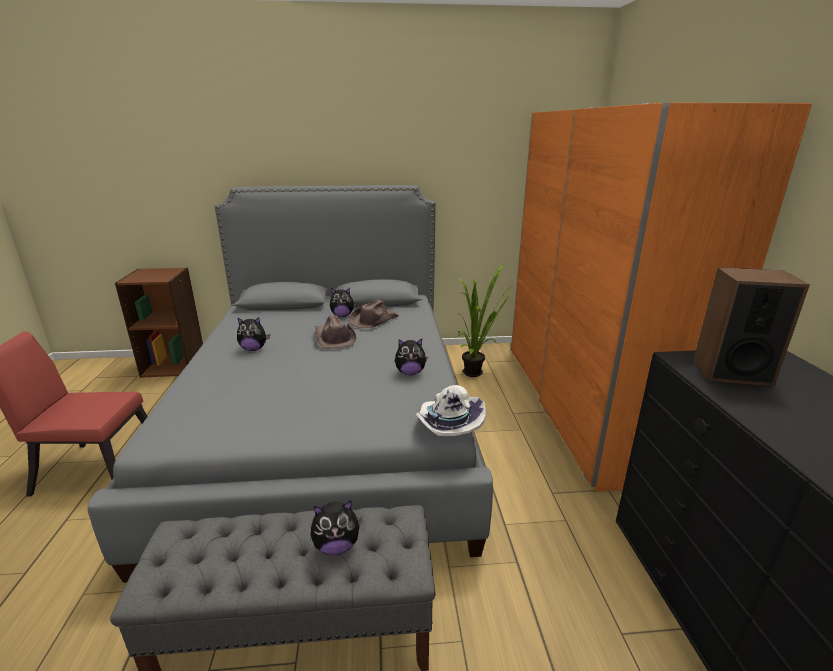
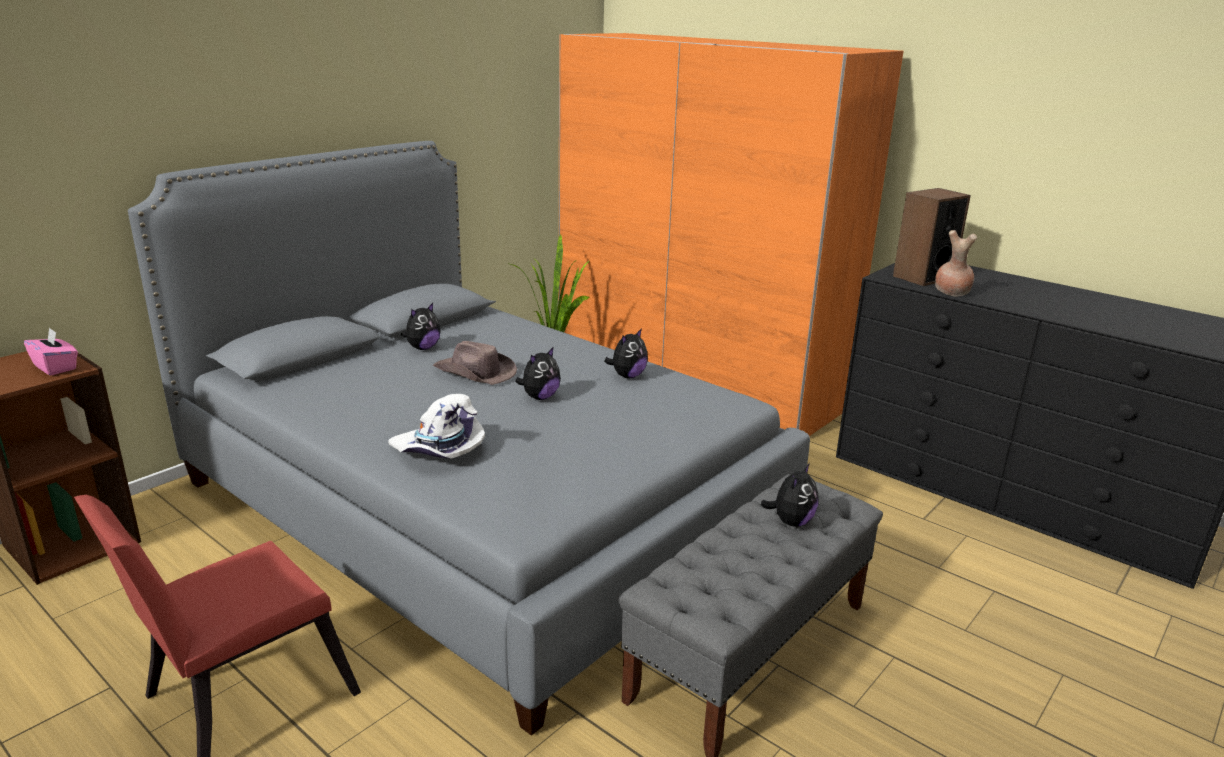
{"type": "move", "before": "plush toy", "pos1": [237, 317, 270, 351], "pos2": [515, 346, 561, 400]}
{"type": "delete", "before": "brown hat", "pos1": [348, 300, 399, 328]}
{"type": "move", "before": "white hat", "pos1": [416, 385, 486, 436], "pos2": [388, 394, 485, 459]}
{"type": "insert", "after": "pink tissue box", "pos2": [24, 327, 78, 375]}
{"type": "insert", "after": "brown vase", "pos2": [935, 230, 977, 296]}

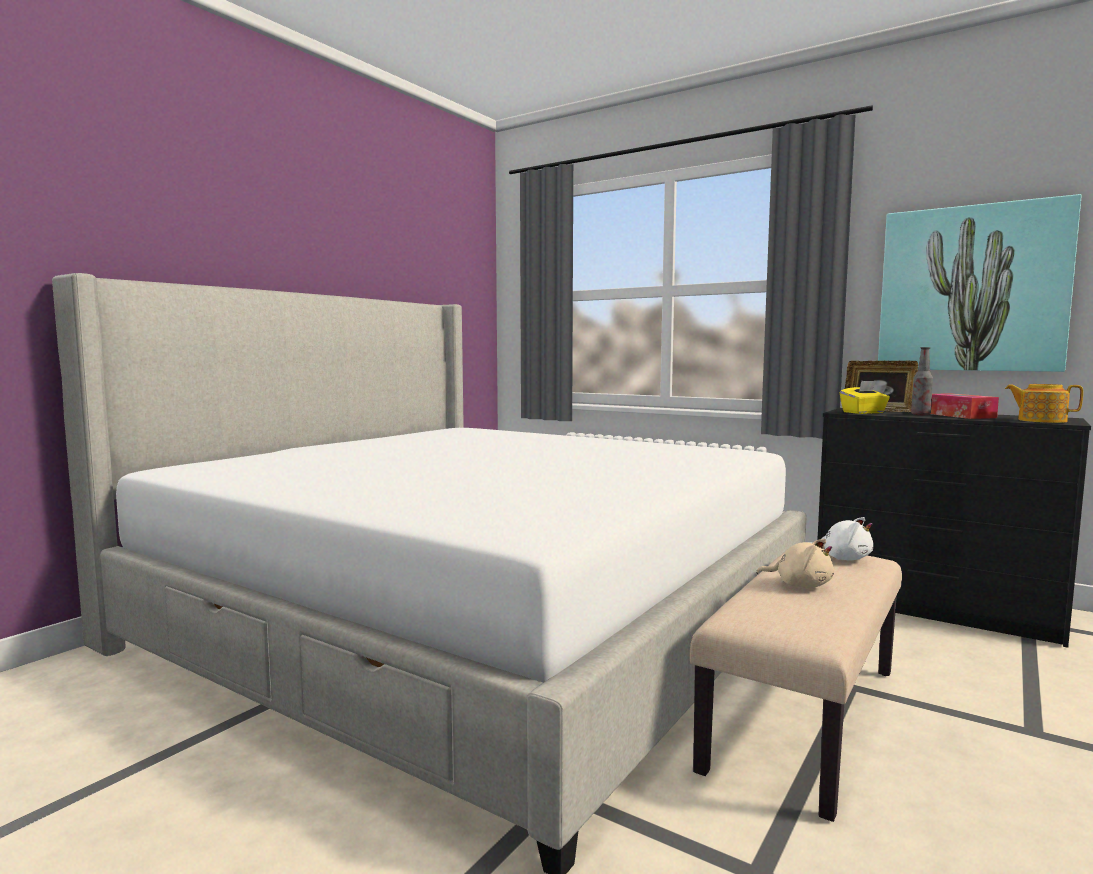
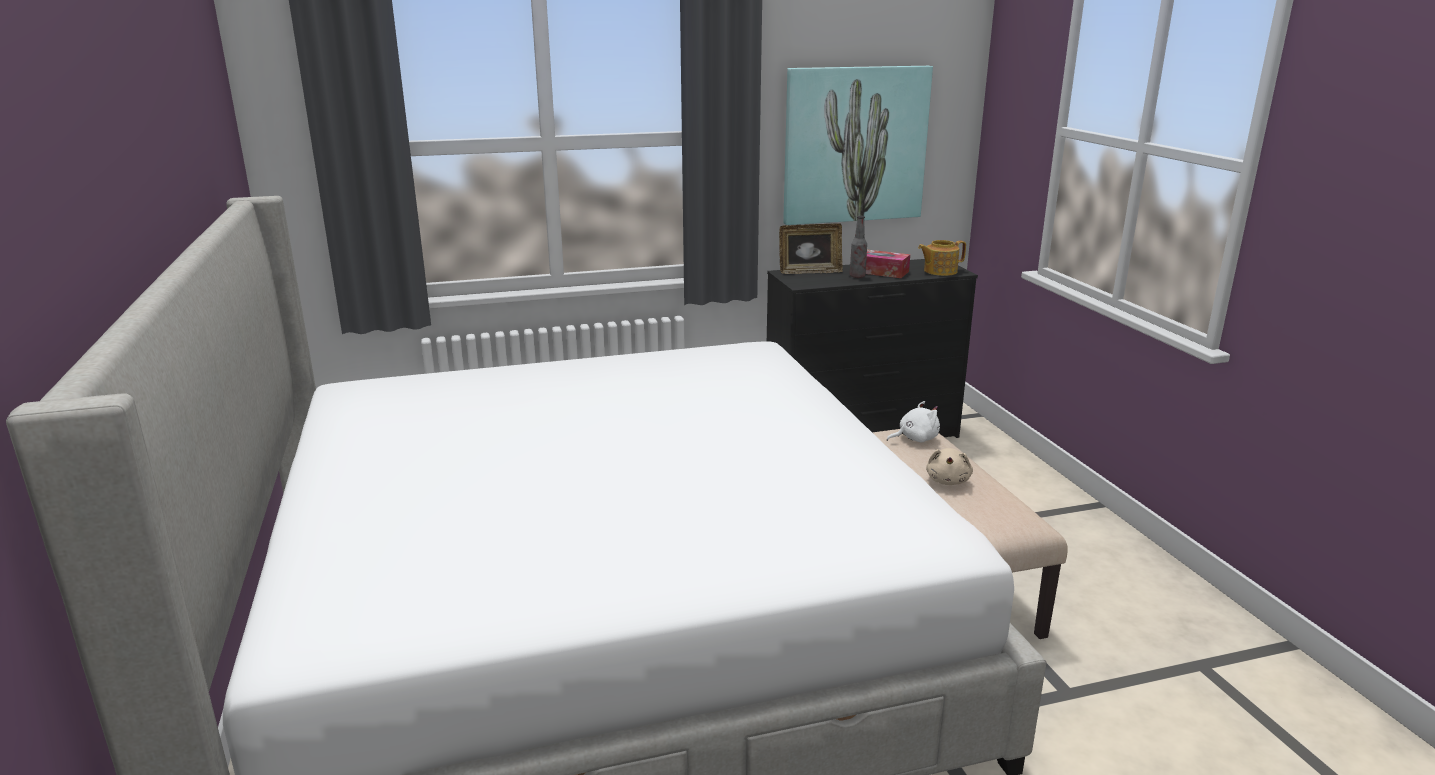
{"type": "rotate", "before": "beige plush toy", "pos1": [756, 539, 834, 588], "pos2": [926, 448, 973, 485], "turn": 120}
{"type": "delete", "before": "yellow tissue box", "pos1": [840, 381, 890, 414]}

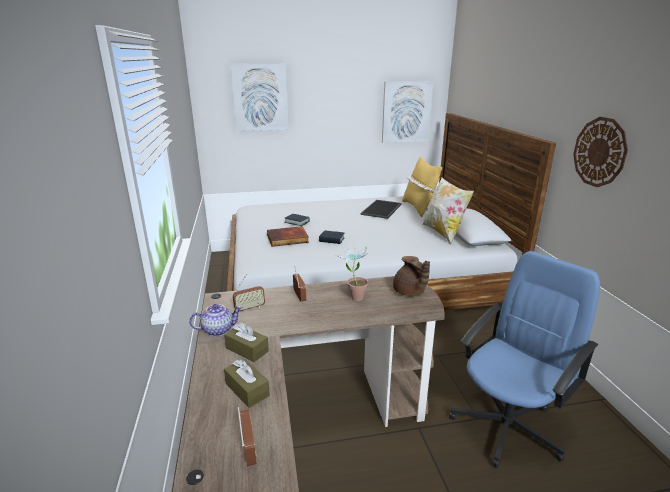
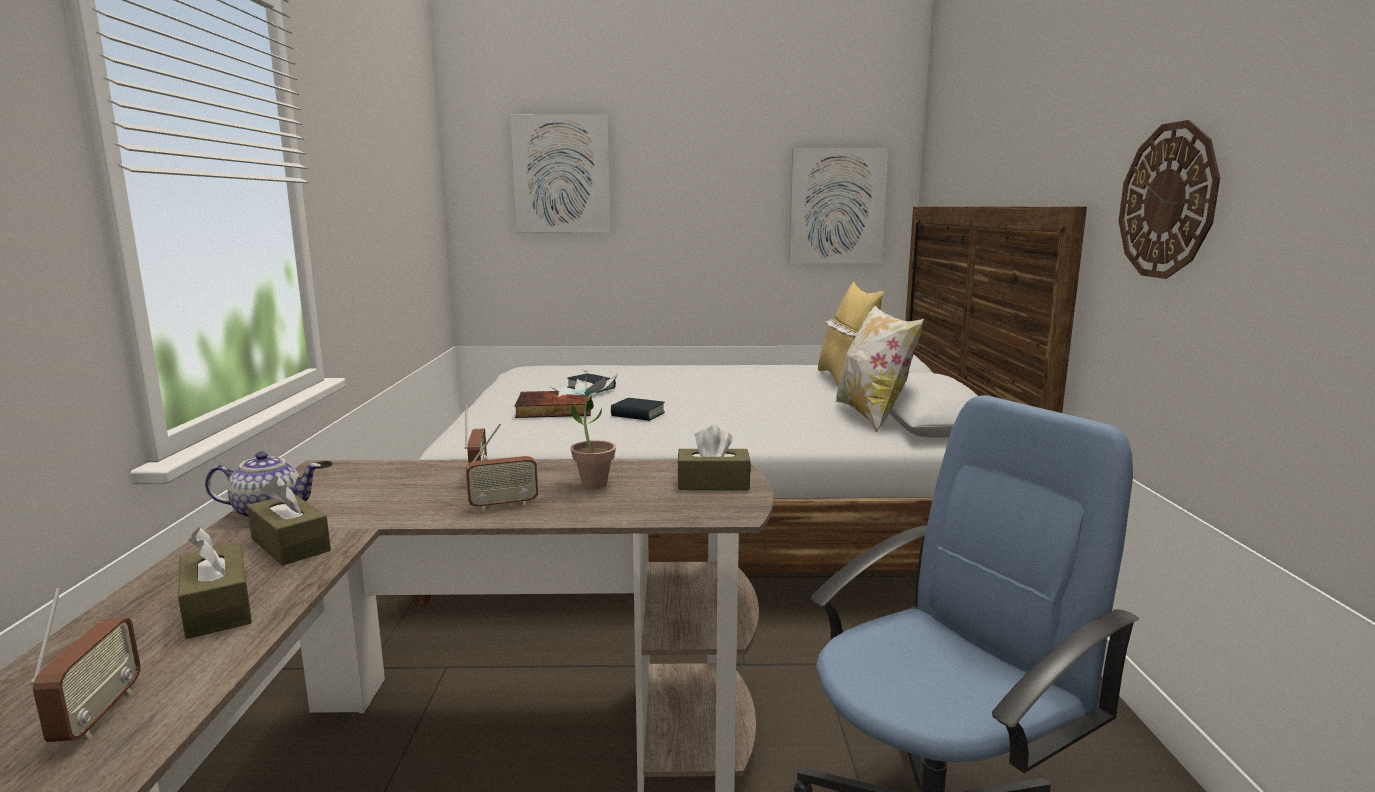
{"type": "move", "before": "radio", "pos1": [233, 274, 265, 313], "pos2": [466, 424, 538, 511]}
{"type": "delete", "before": "tray", "pos1": [361, 200, 402, 219]}
{"type": "replace", "before": "brown teapot", "after": "brown tissue box", "pos1": [393, 256, 430, 296], "pos2": [677, 425, 751, 490]}

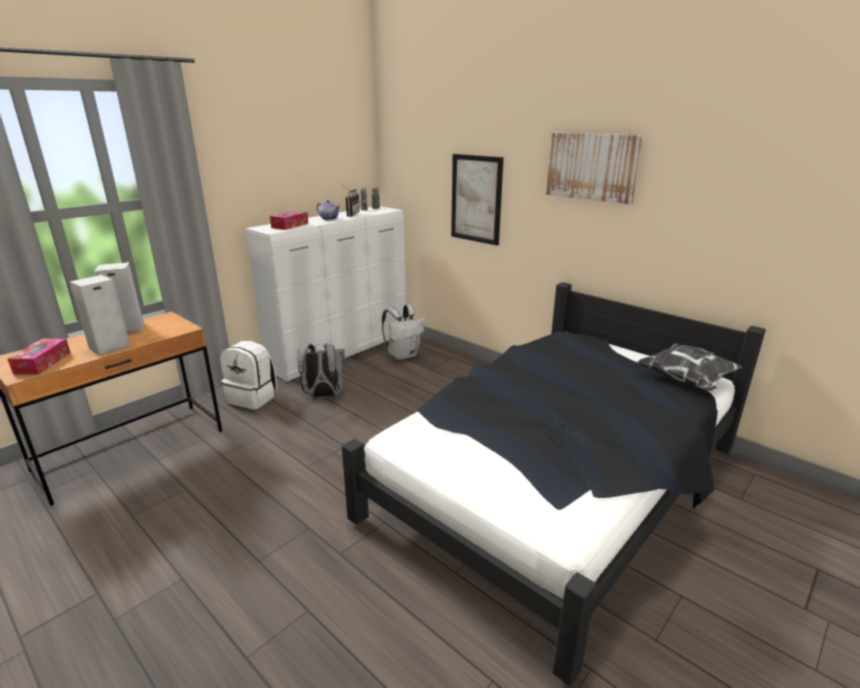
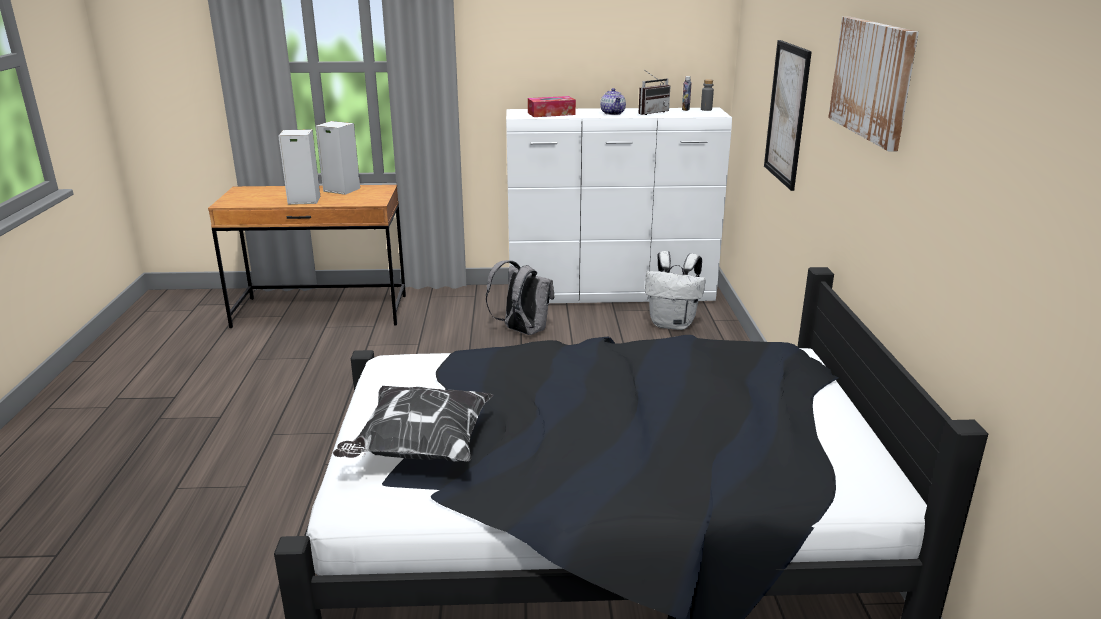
{"type": "delete", "before": "tissue box", "pos1": [7, 339, 71, 375]}
{"type": "delete", "before": "white backpack", "pos1": [220, 341, 277, 410]}
{"type": "move", "before": "pillow", "pos1": [637, 343, 743, 391], "pos2": [333, 386, 493, 462]}

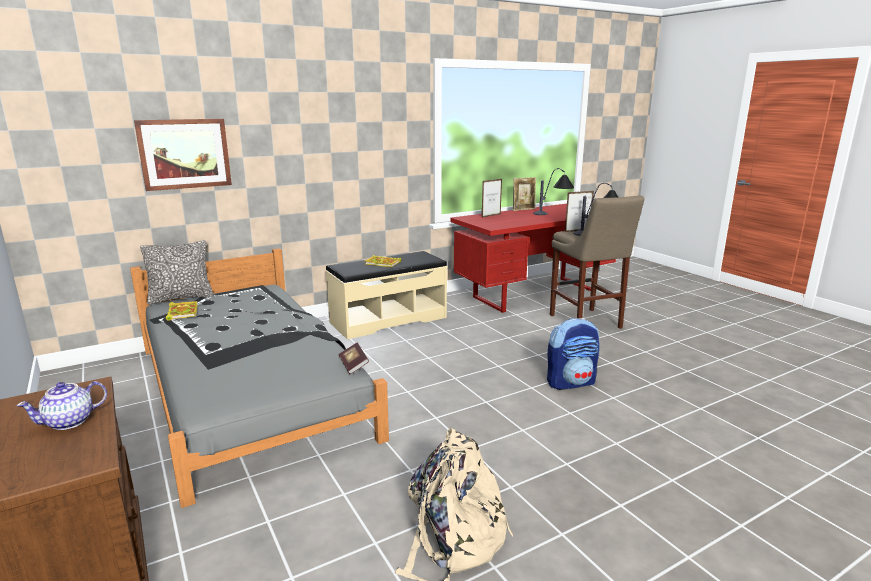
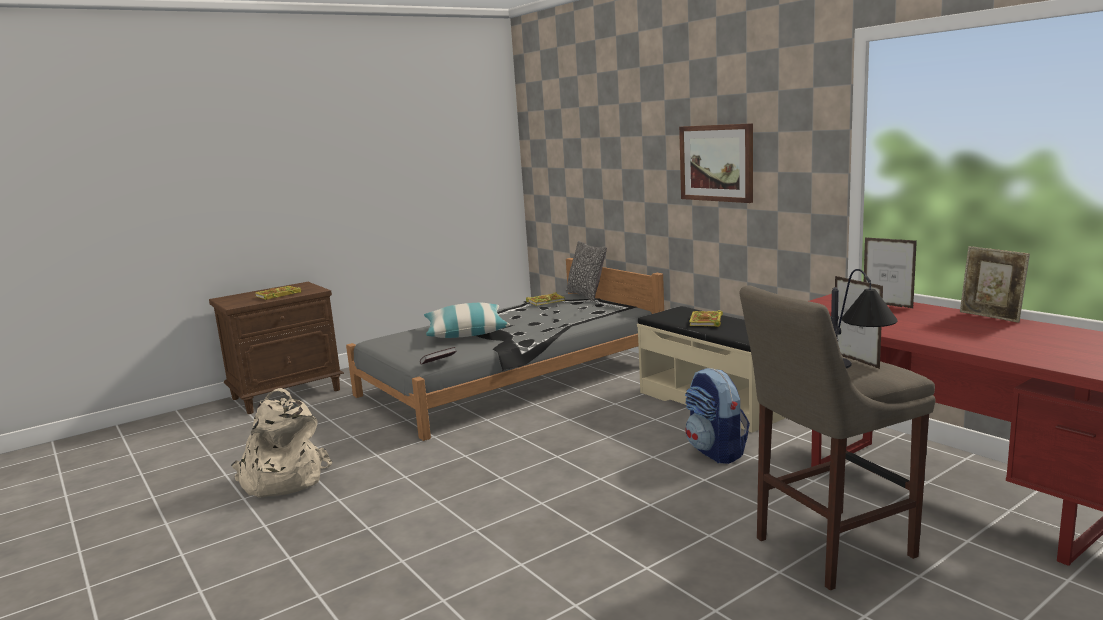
{"type": "replace", "before": "teapot", "after": "book", "pos1": [16, 381, 107, 430], "pos2": [255, 286, 301, 300]}
{"type": "move", "before": "picture", "pos1": [134, 119, 232, 191], "pos2": [679, 123, 753, 203]}
{"type": "delete", "before": "table lamp", "pos1": [533, 168, 574, 215]}
{"type": "move", "before": "backpack", "pos1": [547, 318, 599, 390], "pos2": [685, 368, 750, 464]}
{"type": "insert", "after": "pillow", "pos2": [424, 303, 509, 338]}

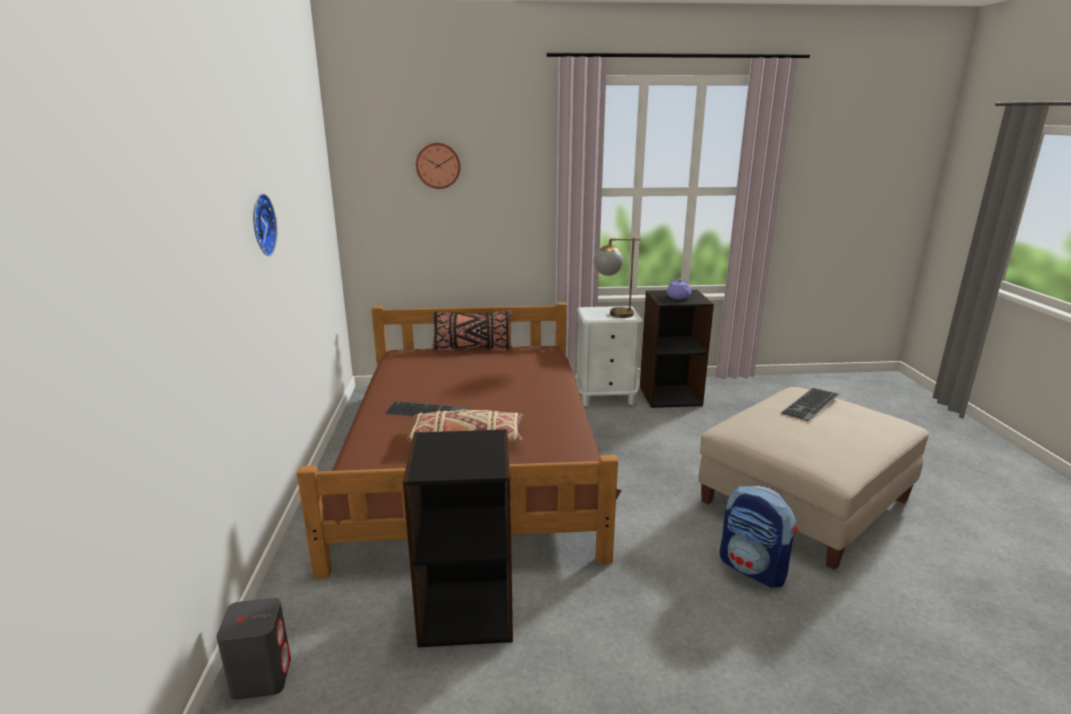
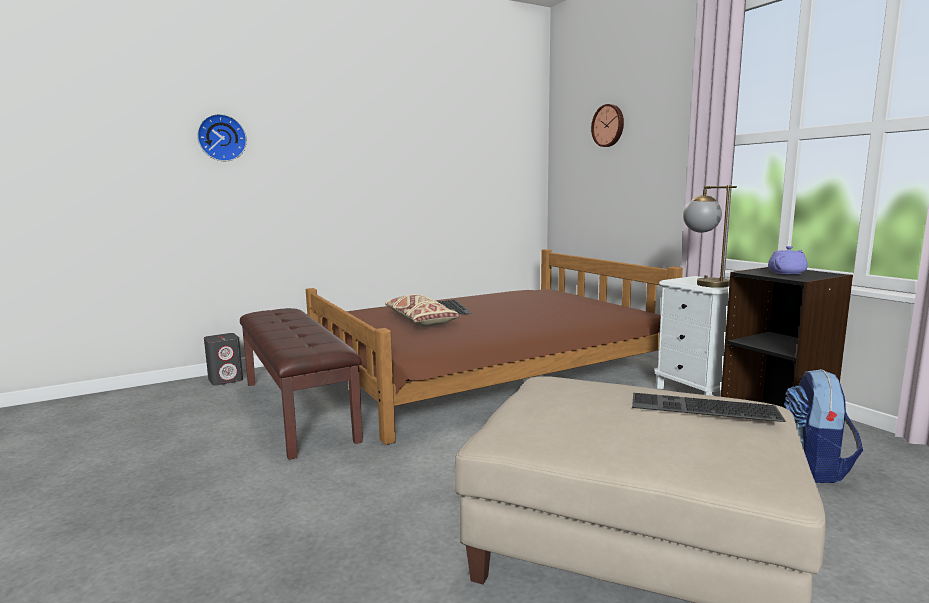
{"type": "move", "before": "wall clock", "pos1": [253, 193, 277, 256], "pos2": [197, 114, 247, 161]}
{"type": "replace", "before": "black bookcase", "after": "brown bench", "pos1": [403, 429, 513, 648], "pos2": [240, 308, 363, 460]}
{"type": "delete", "before": "black pillow", "pos1": [431, 310, 512, 350]}
{"type": "move", "before": "backpack", "pos1": [720, 486, 798, 588], "pos2": [784, 369, 863, 483]}

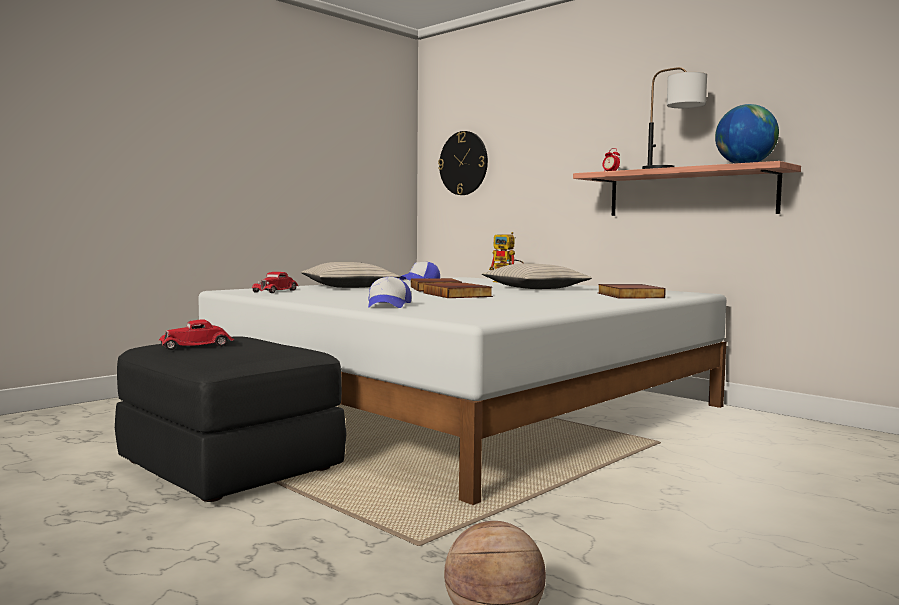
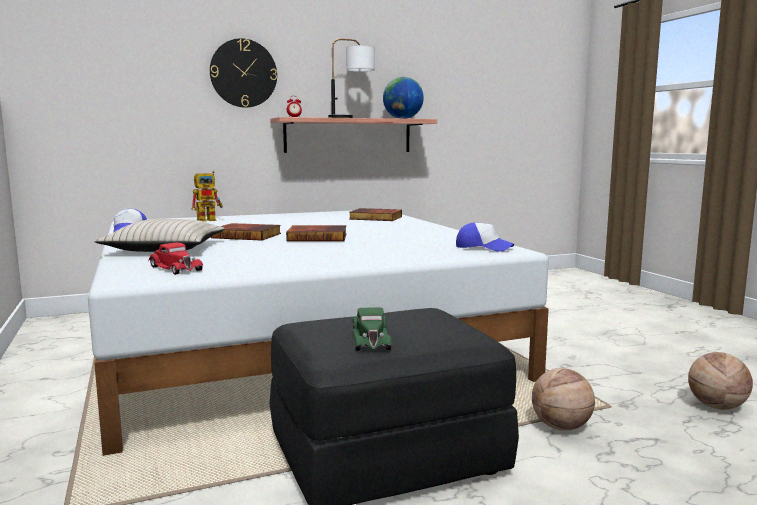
{"type": "recolor", "before": "red toy car", "after": "green toy car", "pos1": [159, 319, 234, 350], "pos2": [353, 307, 392, 351]}
{"type": "move", "before": "cap", "pos1": [368, 277, 411, 308], "pos2": [456, 222, 514, 252]}
{"type": "move", "before": "wall clock", "pos1": [438, 131, 488, 195], "pos2": [210, 38, 277, 108]}
{"type": "delete", "before": "beige pillow", "pos1": [482, 264, 592, 289]}
{"type": "insert", "after": "basketball", "pos2": [532, 368, 595, 431]}

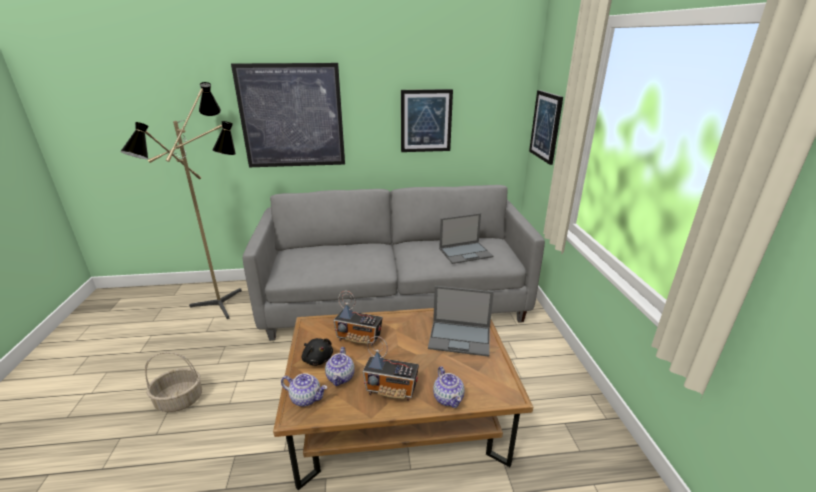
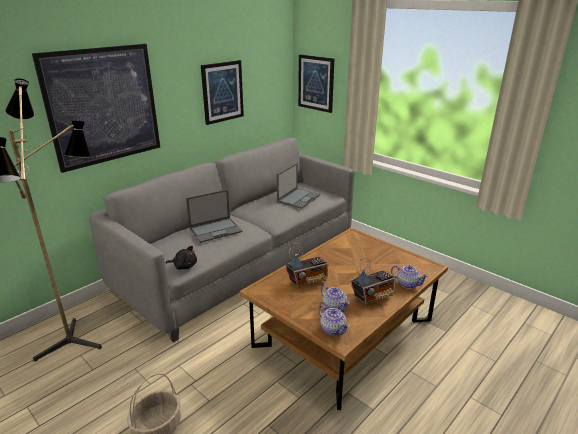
{"type": "rotate", "before": "teapot", "pos1": [281, 373, 327, 407], "pos2": [318, 305, 350, 335], "turn": 75}
{"type": "move", "before": "black plush toy", "pos1": [302, 338, 333, 366], "pos2": [165, 246, 197, 270]}
{"type": "move", "before": "laptop", "pos1": [428, 286, 494, 357], "pos2": [186, 189, 242, 243]}

